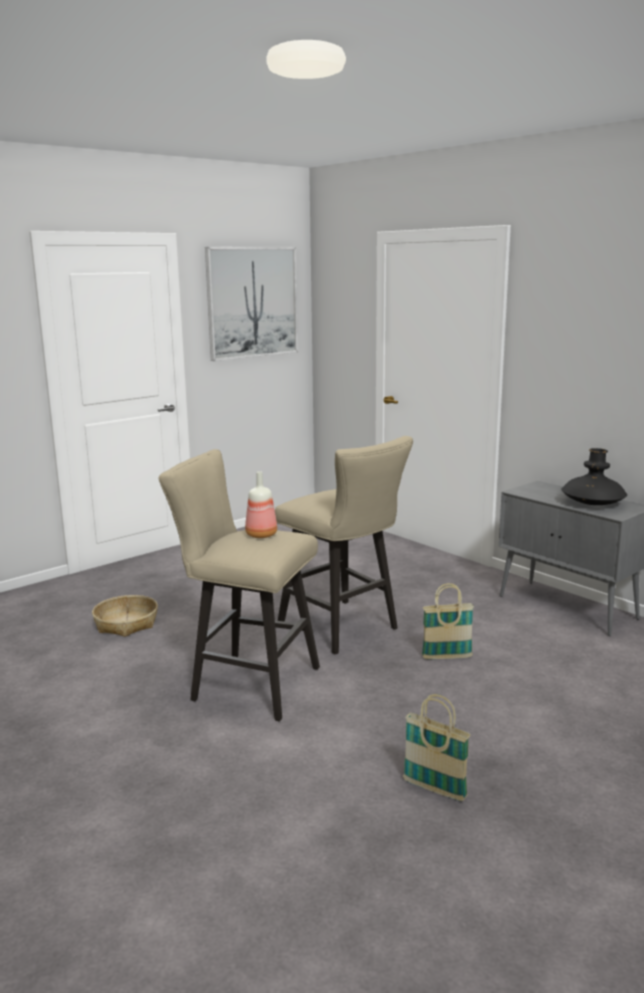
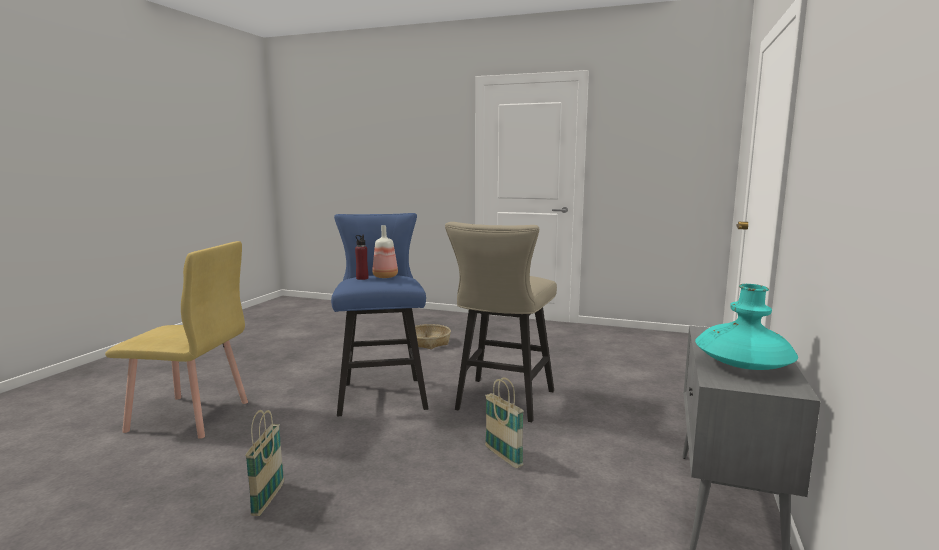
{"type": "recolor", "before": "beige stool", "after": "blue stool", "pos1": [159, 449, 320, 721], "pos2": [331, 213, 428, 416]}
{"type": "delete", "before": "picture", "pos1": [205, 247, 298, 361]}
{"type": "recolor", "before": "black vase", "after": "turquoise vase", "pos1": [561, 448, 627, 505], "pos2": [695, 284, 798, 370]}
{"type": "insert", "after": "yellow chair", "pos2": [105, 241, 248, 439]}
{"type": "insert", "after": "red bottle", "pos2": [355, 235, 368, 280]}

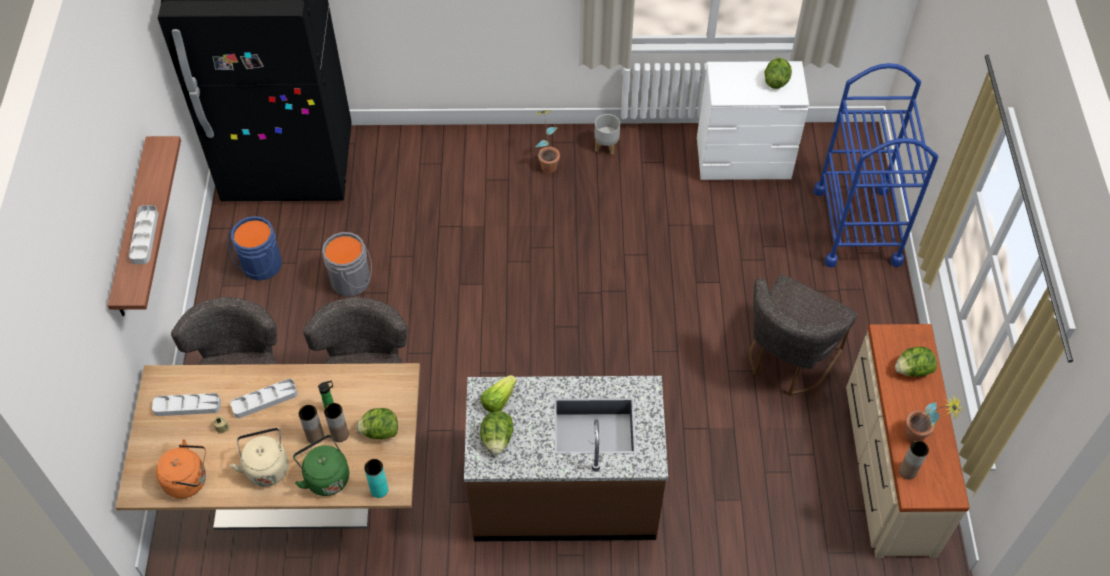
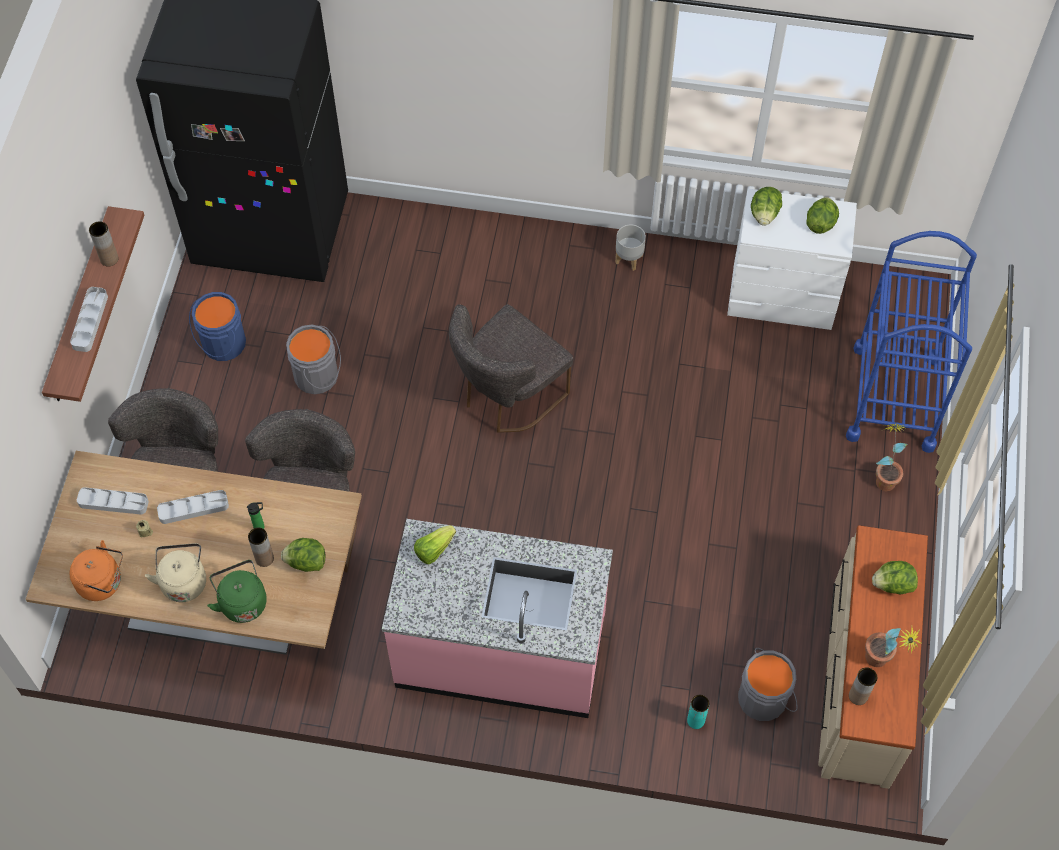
{"type": "move", "before": "brown vase", "pos1": [299, 405, 324, 444], "pos2": [89, 221, 119, 266]}
{"type": "move", "before": "turquoise vase", "pos1": [364, 459, 388, 498], "pos2": [687, 695, 710, 729]}
{"type": "recolor", "before": "brown counter", "after": "pink counter", "pos1": [464, 376, 668, 541], "pos2": [382, 519, 613, 718]}
{"type": "move", "before": "lettuce", "pos1": [480, 411, 513, 455], "pos2": [751, 187, 782, 226]}
{"type": "move", "before": "potted plant", "pos1": [534, 110, 560, 173], "pos2": [876, 424, 908, 491]}
{"type": "move", "before": "grey chair", "pos1": [749, 275, 858, 395], "pos2": [449, 304, 573, 433]}
{"type": "insert", "after": "grey bucket", "pos2": [738, 648, 797, 721]}

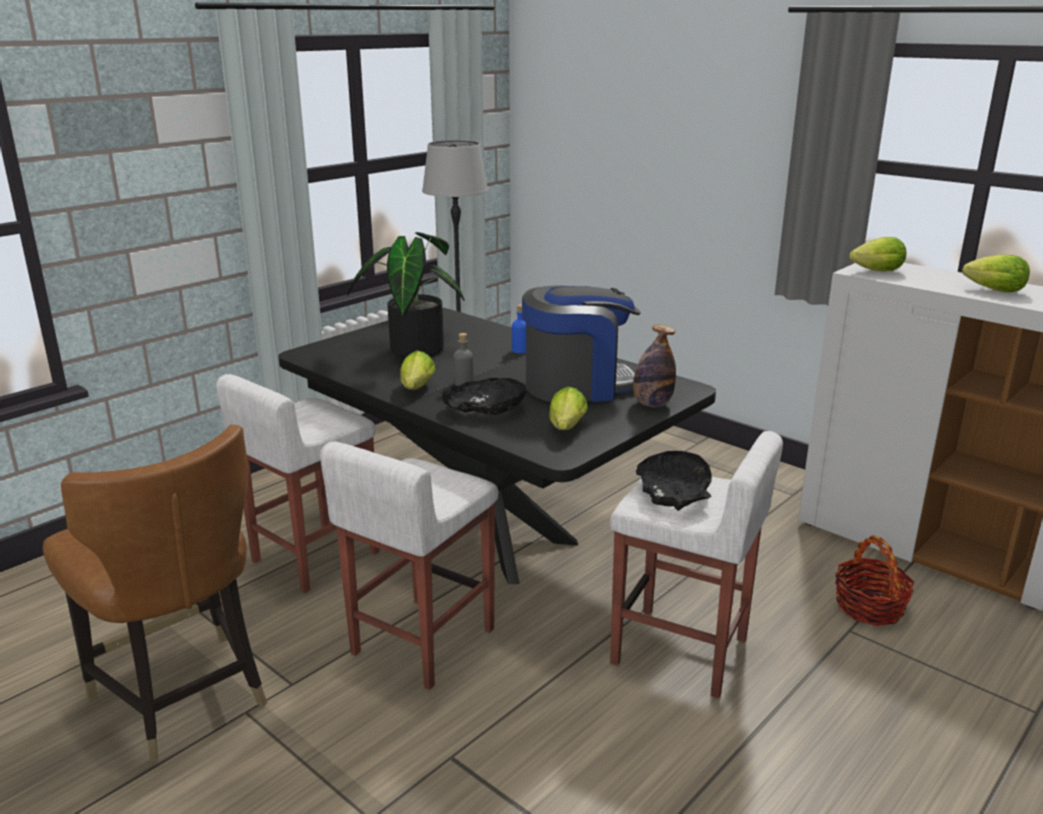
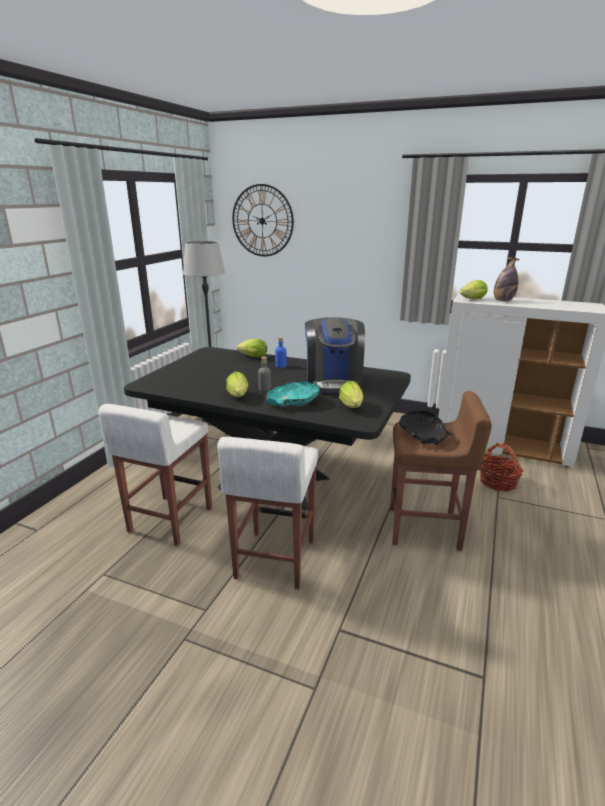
{"type": "delete", "before": "brown chair", "pos1": [43, 425, 267, 762]}
{"type": "delete", "before": "potted plant", "pos1": [347, 232, 465, 358]}
{"type": "recolor", "before": "black bowl", "after": "turquoise bowl", "pos1": [442, 378, 526, 415], "pos2": [266, 382, 319, 406]}
{"type": "rotate", "before": "coffee machine", "pos1": [522, 285, 641, 402], "pos2": [305, 317, 365, 393], "turn": 120}
{"type": "recolor", "before": "white stool", "after": "brown stool", "pos1": [610, 431, 783, 699], "pos2": [390, 391, 492, 551]}
{"type": "move", "before": "bottle", "pos1": [633, 325, 676, 407], "pos2": [494, 257, 519, 301]}
{"type": "move", "before": "lettuce", "pos1": [962, 254, 1030, 292], "pos2": [237, 339, 267, 357]}
{"type": "insert", "after": "wall clock", "pos2": [232, 184, 294, 257]}

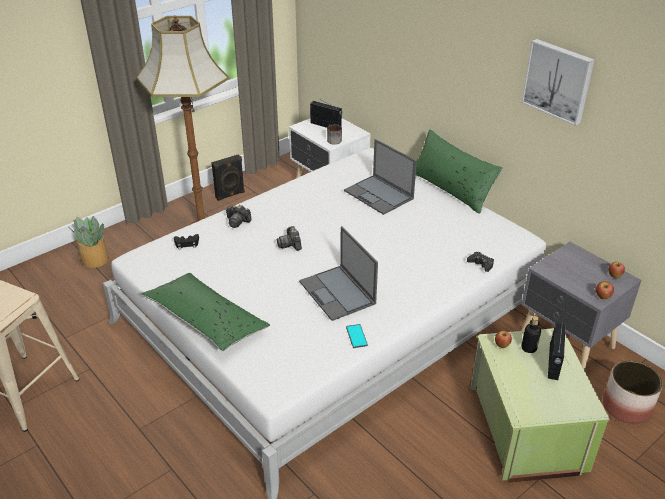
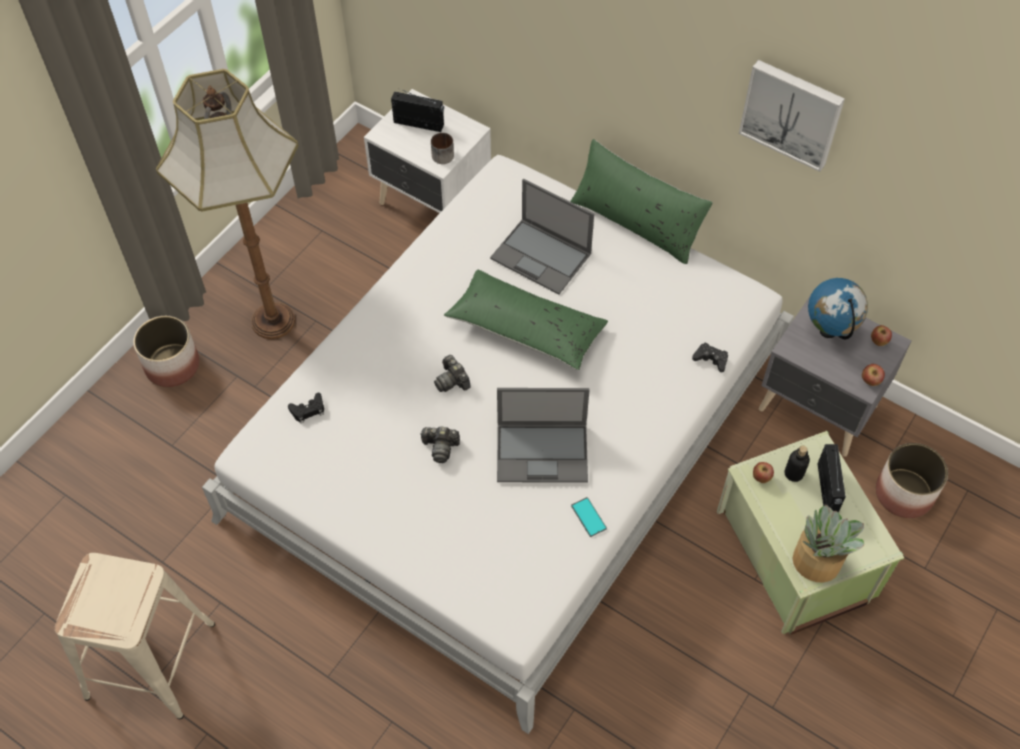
{"type": "move", "before": "potted plant", "pos1": [69, 216, 108, 268], "pos2": [793, 505, 864, 582]}
{"type": "move", "before": "green pillow", "pos1": [141, 273, 270, 351], "pos2": [444, 270, 608, 370]}
{"type": "delete", "before": "black speaker", "pos1": [211, 155, 245, 201]}
{"type": "move", "before": "photo camera", "pos1": [226, 205, 252, 228], "pos2": [420, 427, 460, 463]}
{"type": "rotate", "before": "laptop", "pos1": [299, 226, 378, 321], "pos2": [497, 388, 590, 483], "turn": -45}
{"type": "insert", "after": "planter", "pos2": [133, 316, 200, 387]}
{"type": "insert", "after": "globe", "pos2": [808, 278, 868, 339]}

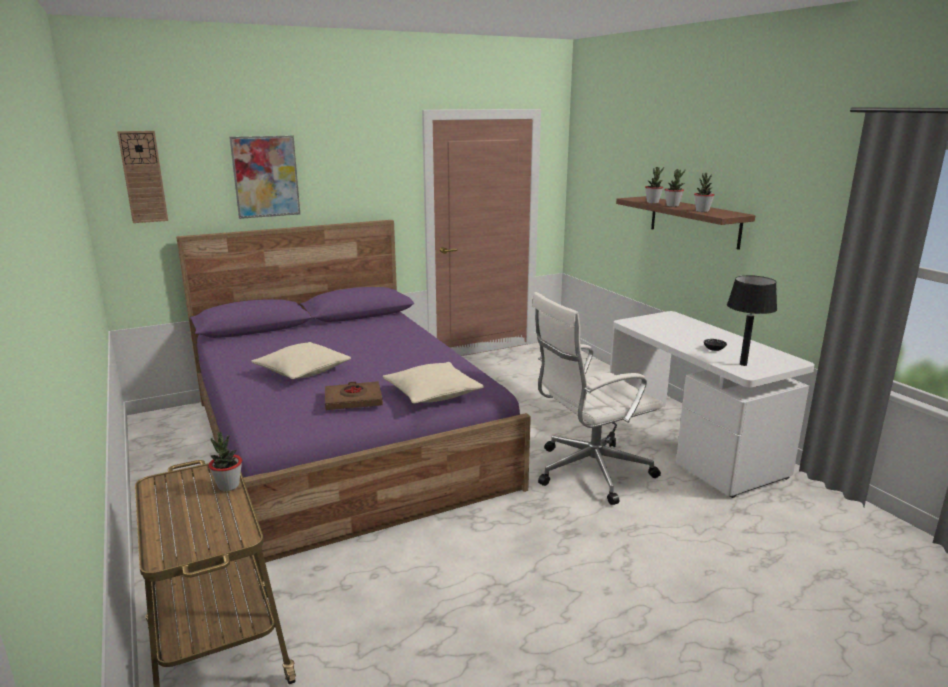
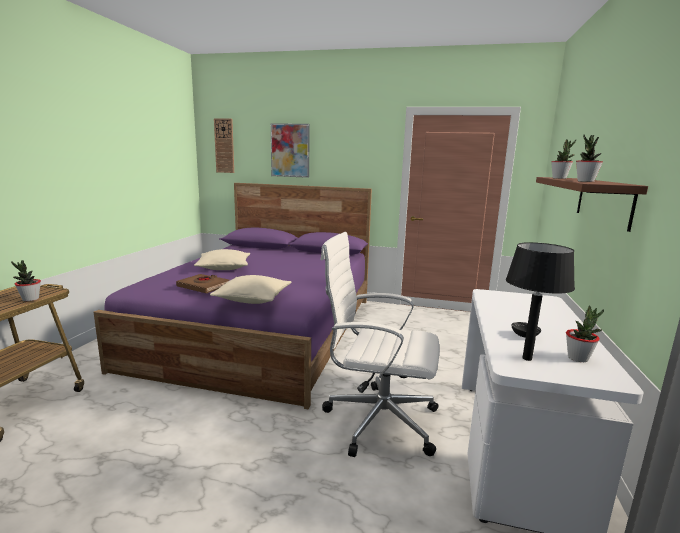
{"type": "move", "before": "potted plant", "pos1": [665, 169, 686, 207], "pos2": [566, 306, 604, 362]}

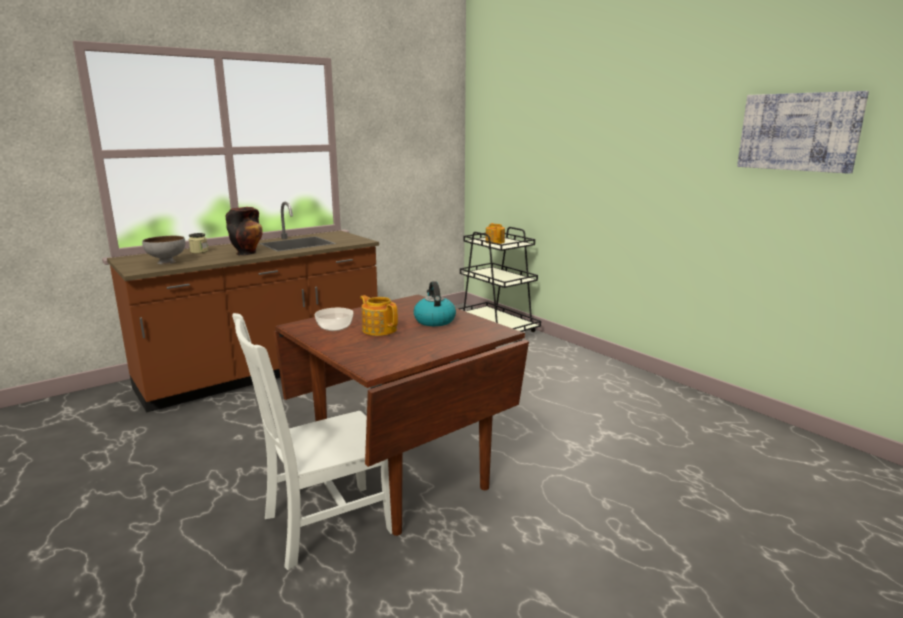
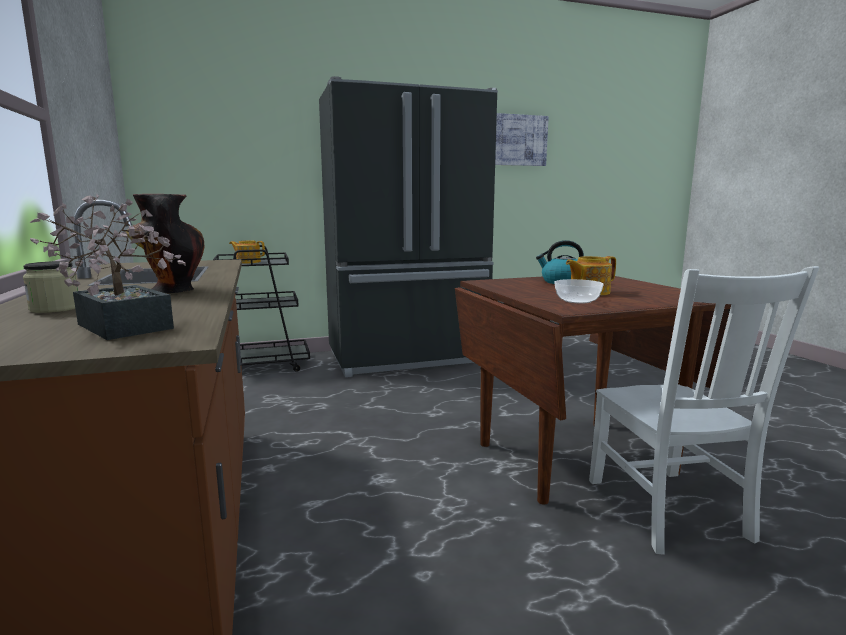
{"type": "replace", "before": "grey bowl", "after": "potted plant", "pos1": [142, 236, 185, 264], "pos2": [30, 194, 186, 340]}
{"type": "insert", "after": "black fridge", "pos2": [319, 76, 498, 377]}

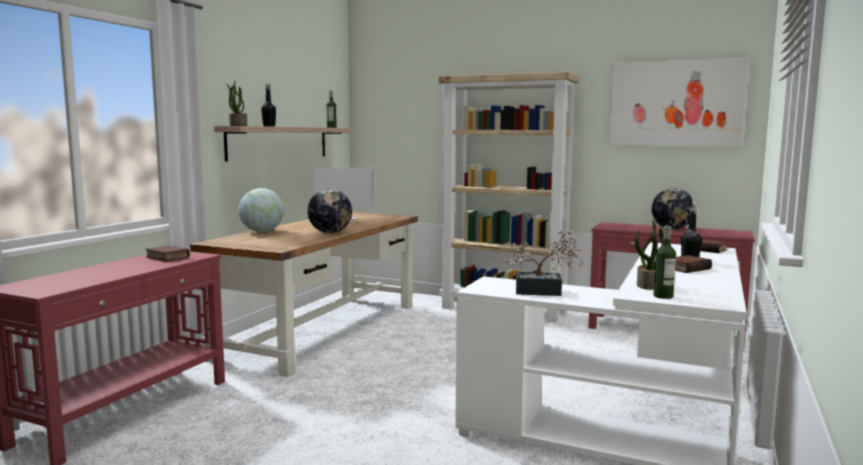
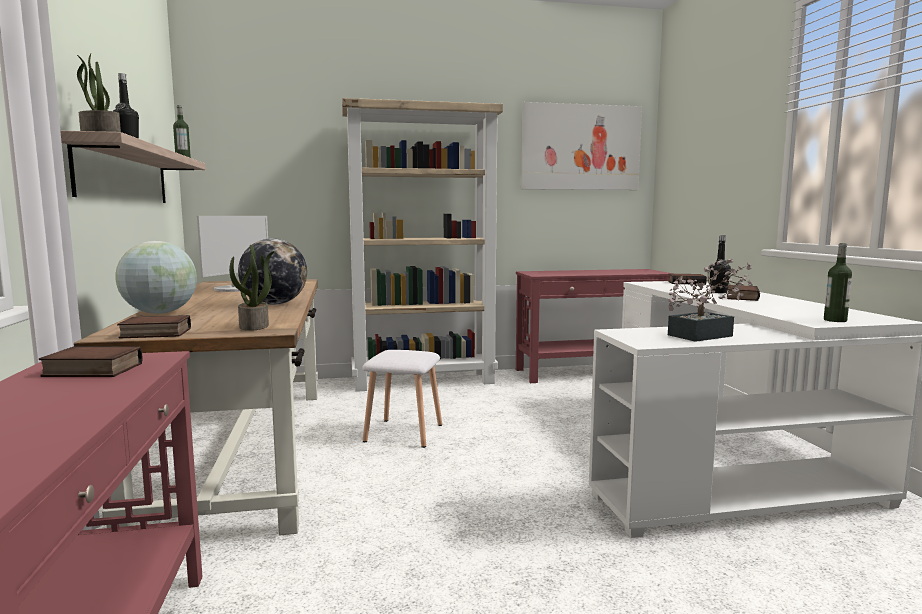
{"type": "move", "before": "potted plant", "pos1": [635, 220, 672, 290], "pos2": [229, 245, 275, 331]}
{"type": "delete", "before": "globe", "pos1": [652, 188, 696, 230]}
{"type": "insert", "after": "book", "pos2": [117, 315, 191, 338]}
{"type": "insert", "after": "white stool", "pos2": [362, 350, 442, 448]}

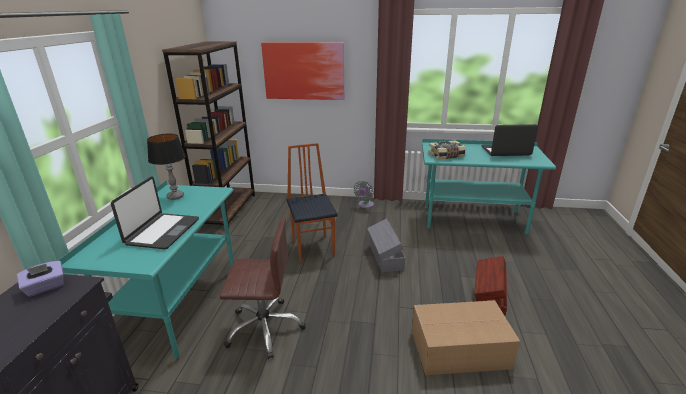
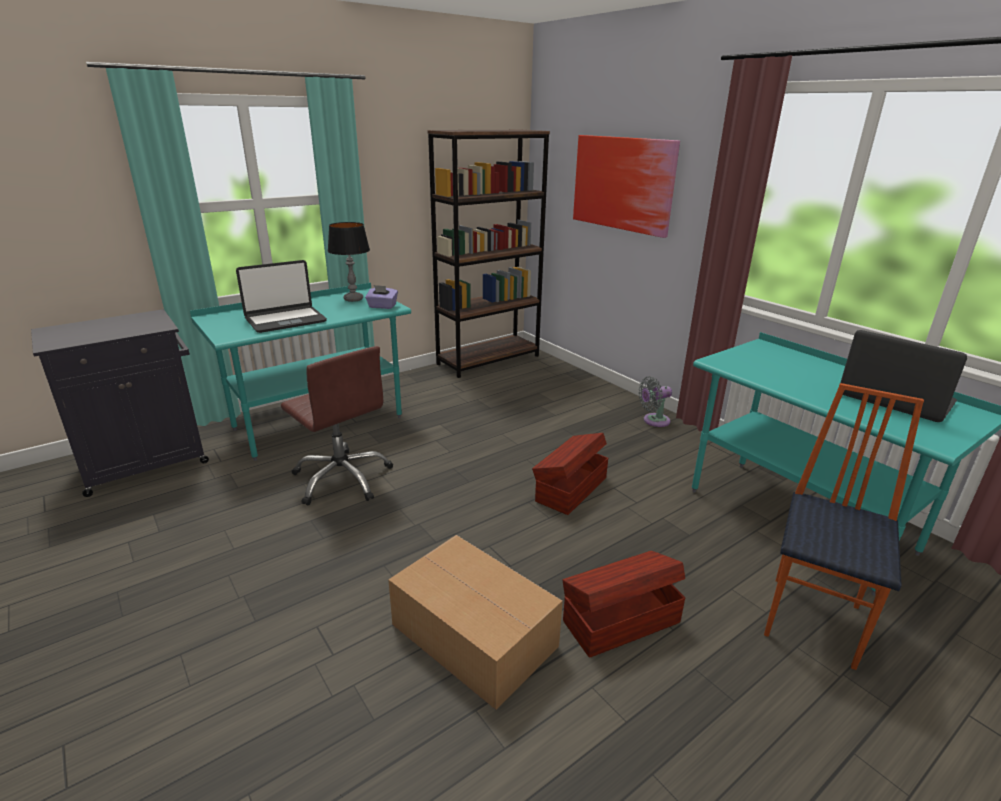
{"type": "move", "before": "purple tissue box", "pos1": [17, 261, 64, 297], "pos2": [365, 285, 398, 309]}
{"type": "move", "before": "chair", "pos1": [287, 143, 338, 262], "pos2": [764, 383, 924, 670]}
{"type": "recolor", "before": "grey storage box", "after": "brown storage box", "pos1": [367, 219, 405, 273], "pos2": [532, 433, 608, 515]}
{"type": "delete", "before": "book", "pos1": [428, 140, 466, 160]}

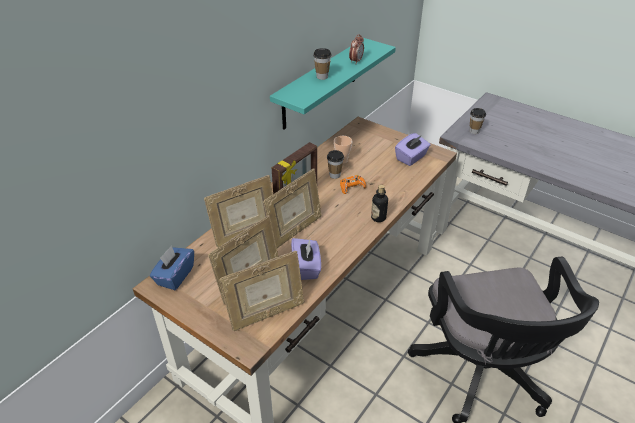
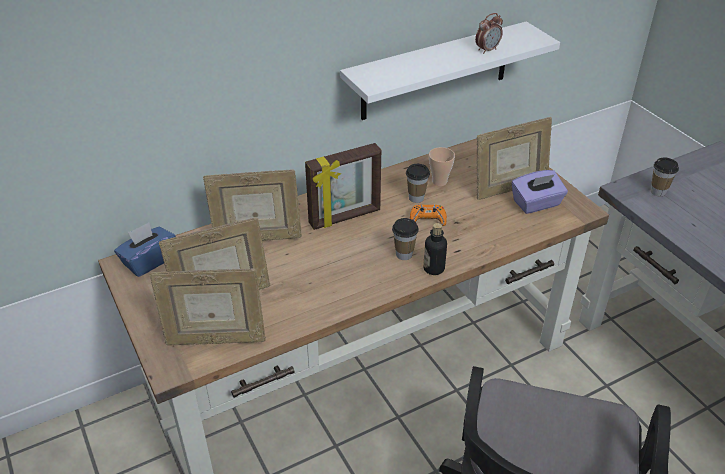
{"type": "move", "before": "picture frame", "pos1": [263, 168, 321, 248], "pos2": [477, 117, 552, 200]}
{"type": "recolor", "before": "turquoise shelf", "after": "white shelf", "pos1": [270, 38, 396, 130], "pos2": [340, 21, 560, 120]}
{"type": "delete", "before": "purple tissue box", "pos1": [291, 238, 321, 280]}
{"type": "move", "before": "cup", "pos1": [313, 48, 332, 80], "pos2": [392, 218, 419, 260]}

